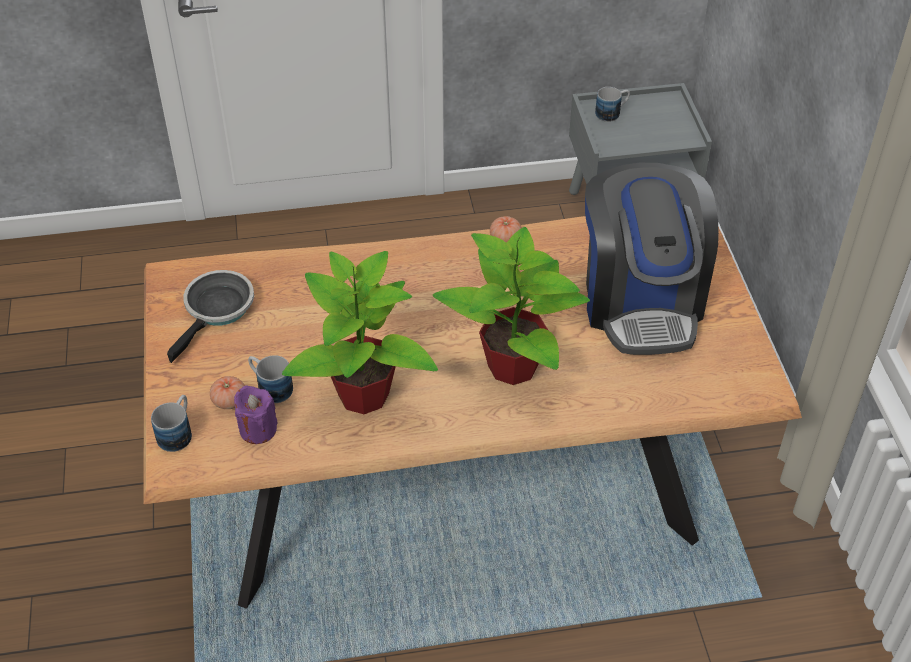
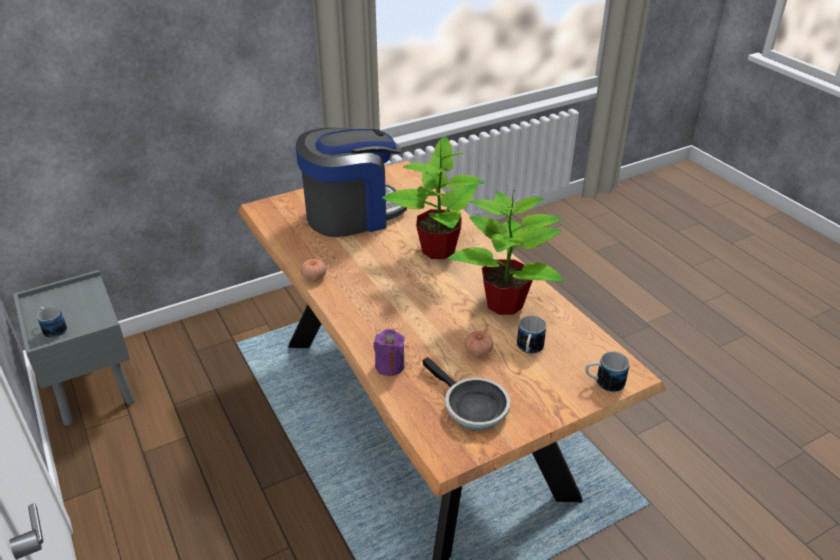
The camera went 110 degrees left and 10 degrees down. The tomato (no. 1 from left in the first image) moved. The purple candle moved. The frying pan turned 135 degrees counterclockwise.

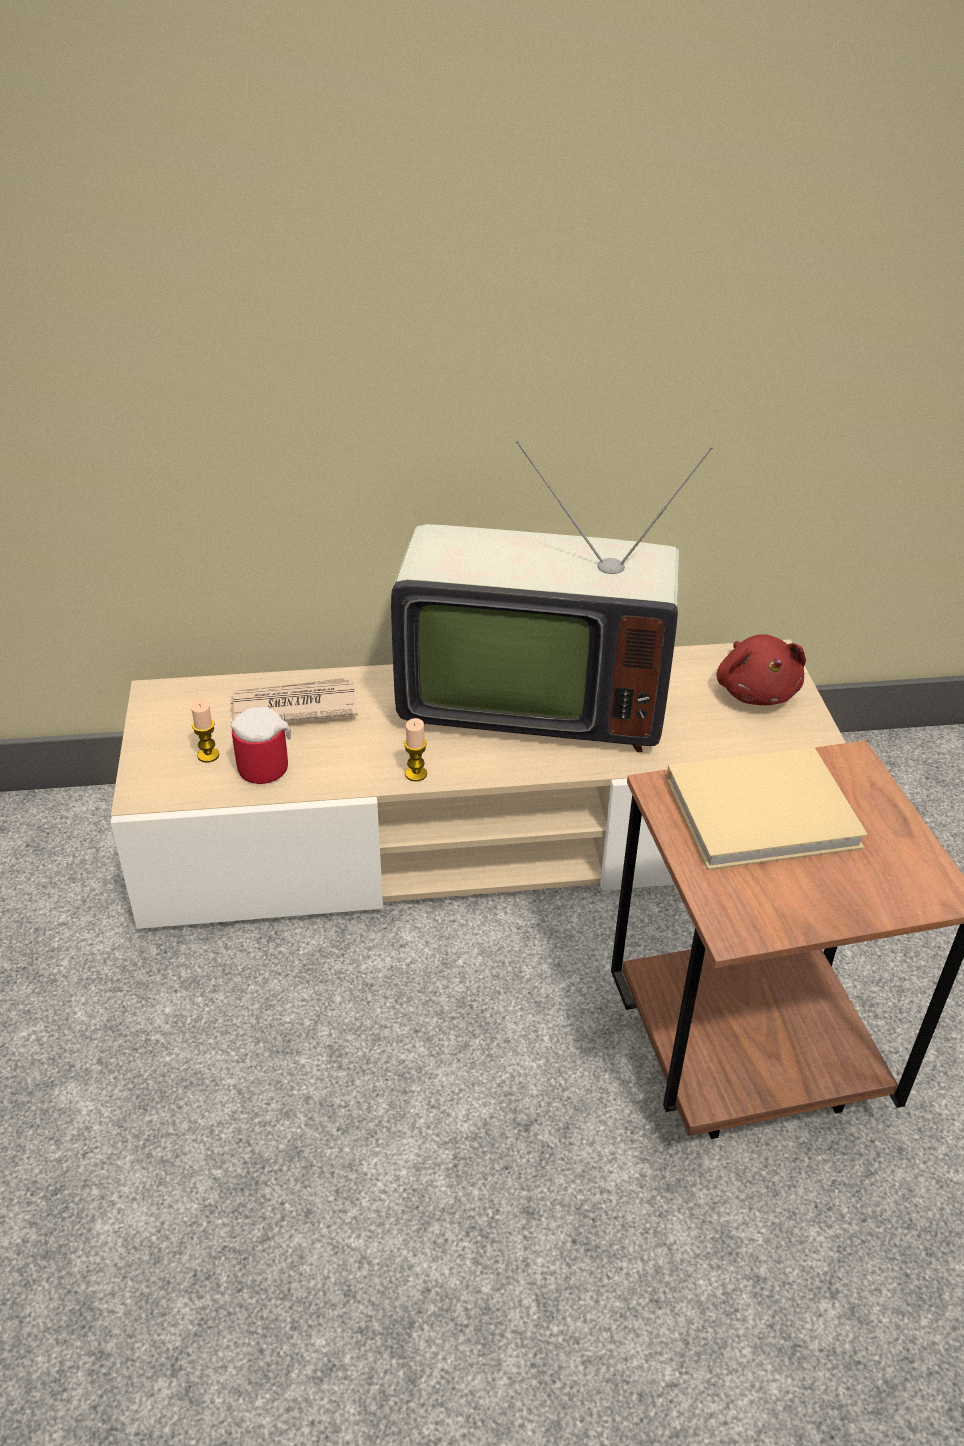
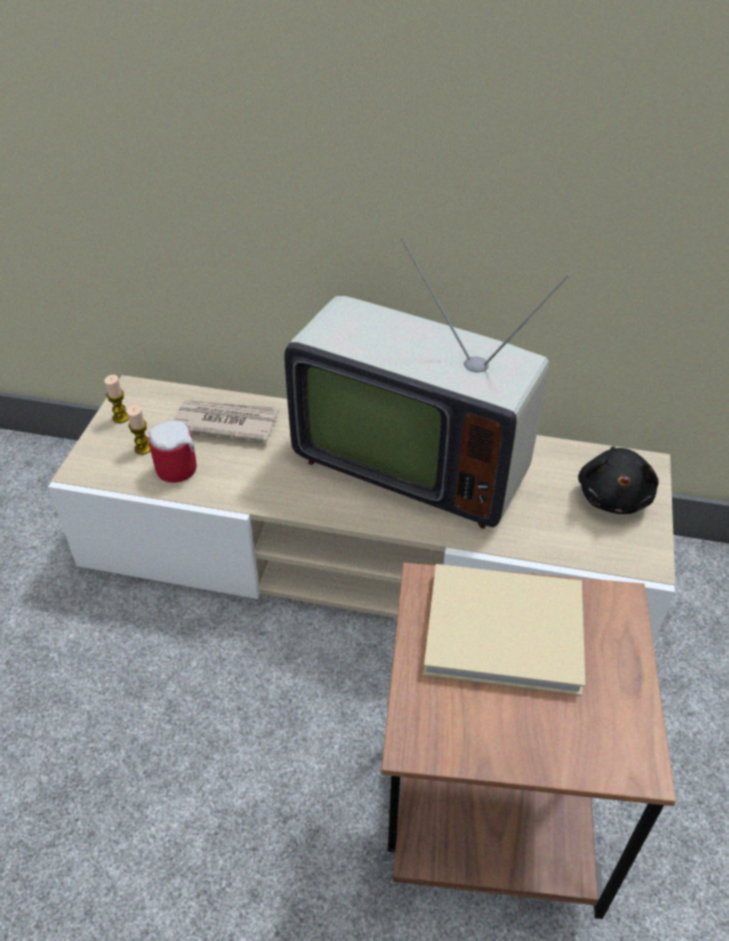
The camera went 20 degrees right and 5 degrees up. The candle (no. 2 from left in the first image) moved. The red plush toy became the black plush toy.

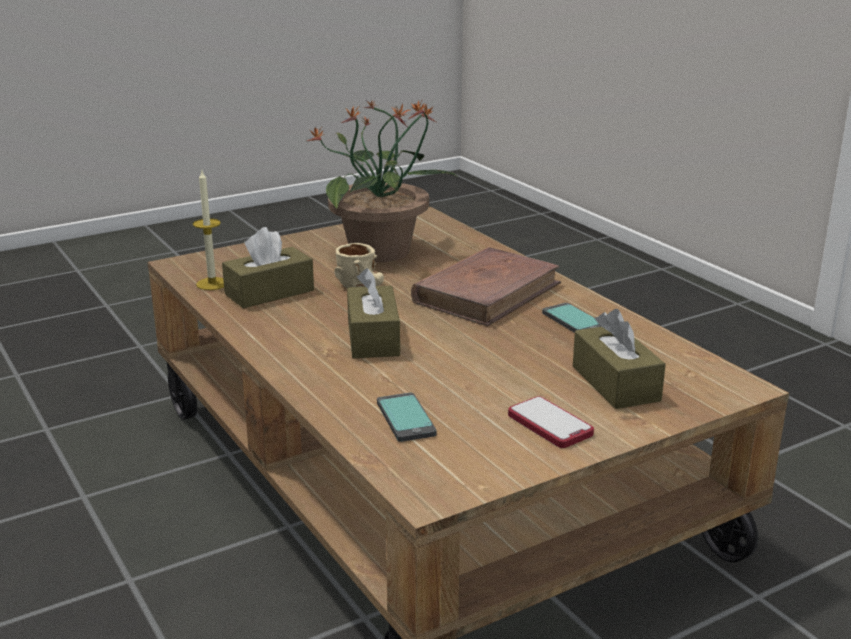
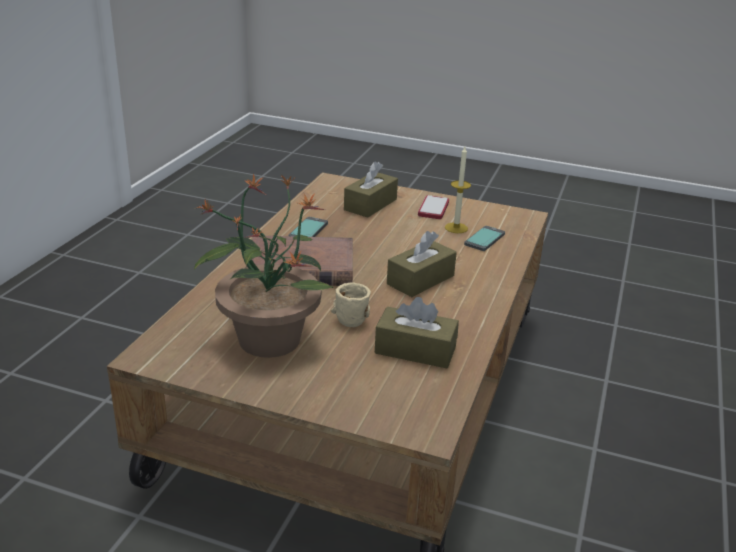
The camera went 130 degrees left and 5 degrees up. The candle moved.

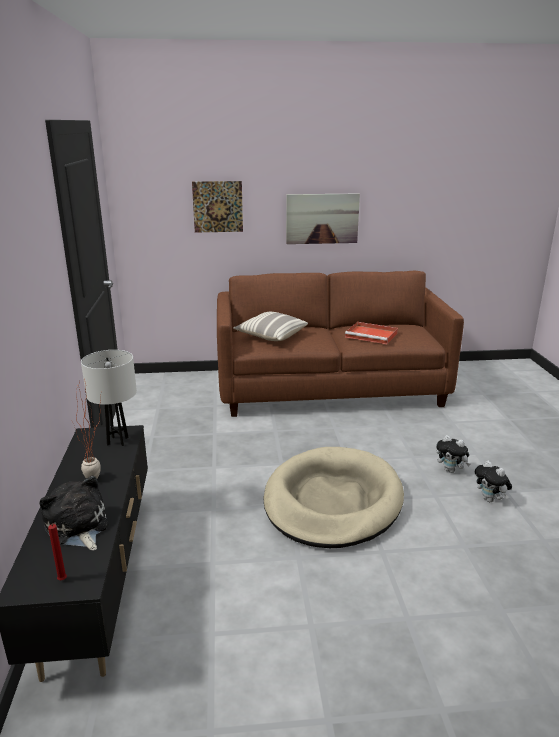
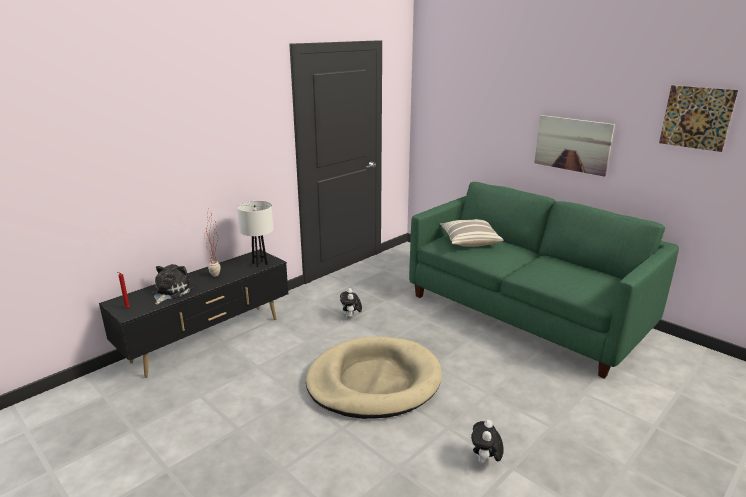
The camera went 50 degrees right and 0 degrees up. The red tray disappeared. The picture (no. 1 from left in the first image) moved. The plush toy (no. 2 from left) moved. The brown sofa became the green sofa.

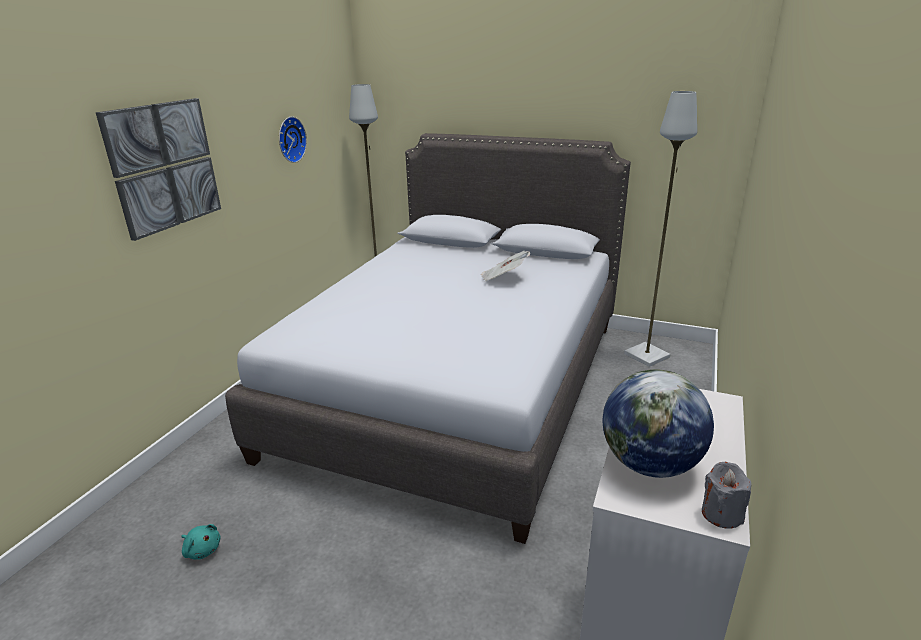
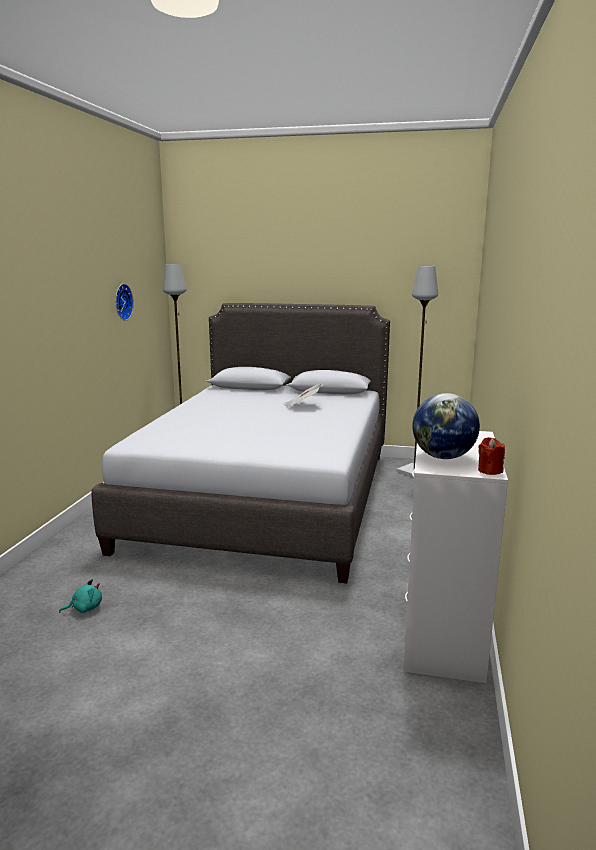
The camera went 10 degrees left and 10 degrees down. The picture disappeared. The grey candle became the red candle. The turquoise plush toy turned 45 degrees counterclockwise.

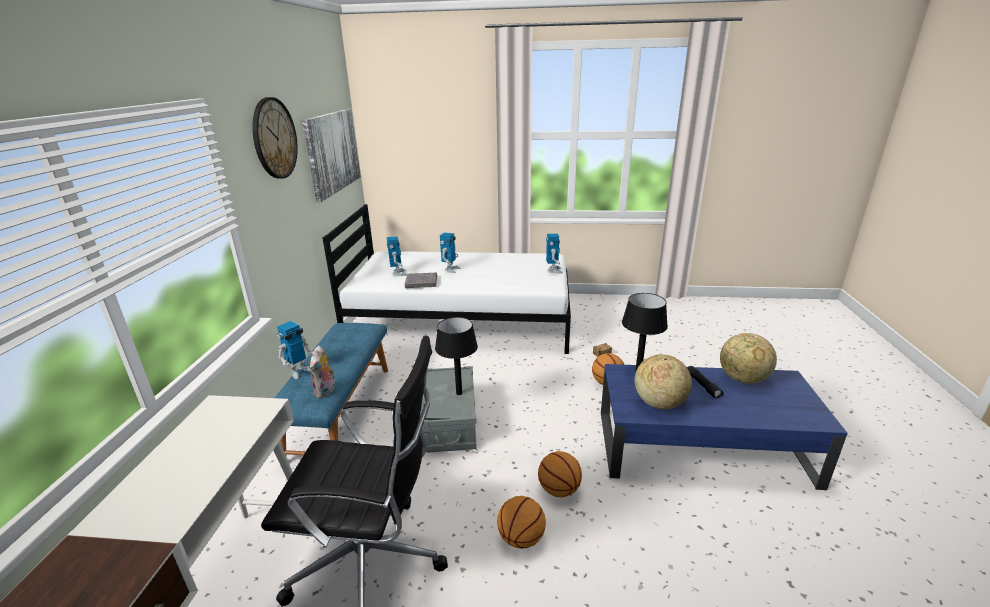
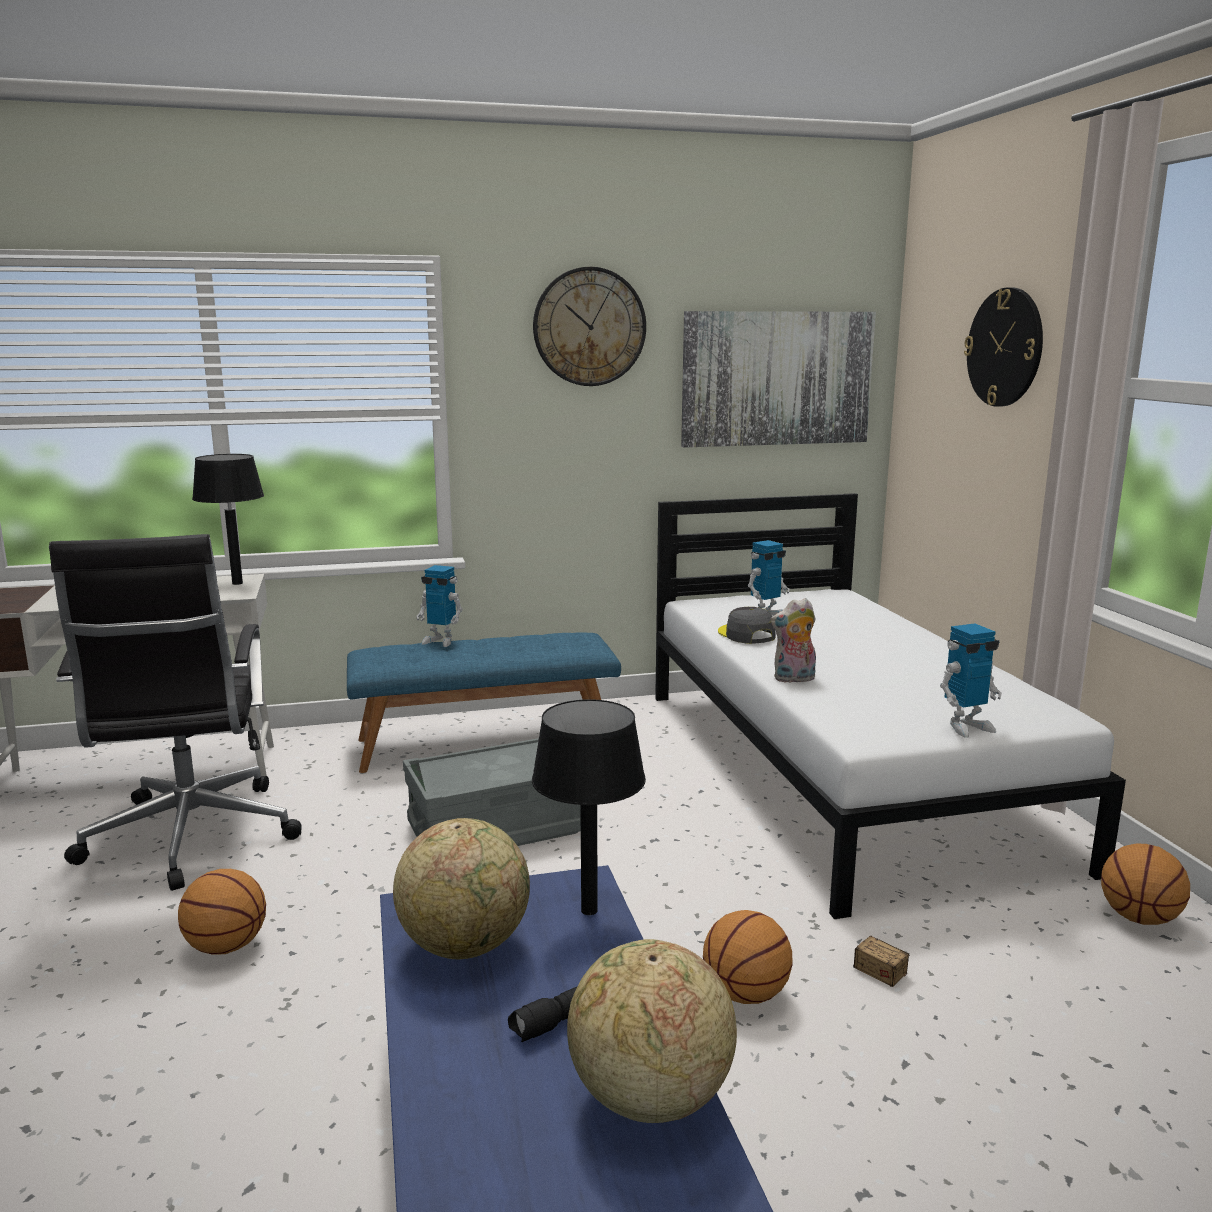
The camera went 70 degrees right and 10 degrees down. The toy robot (no. 3 from left) disappeared. The wall clock (no. 2 from left) appeared. The plush toy moved. The black table lamp (no. 1 from left) moved. The basketball (no. 2 from left in the first image) moved. The grey book was replaced by the grey cap.

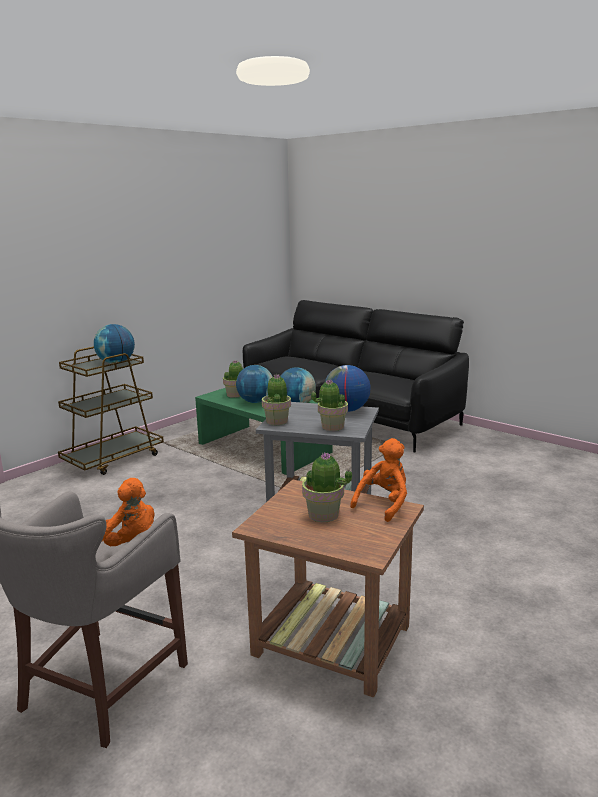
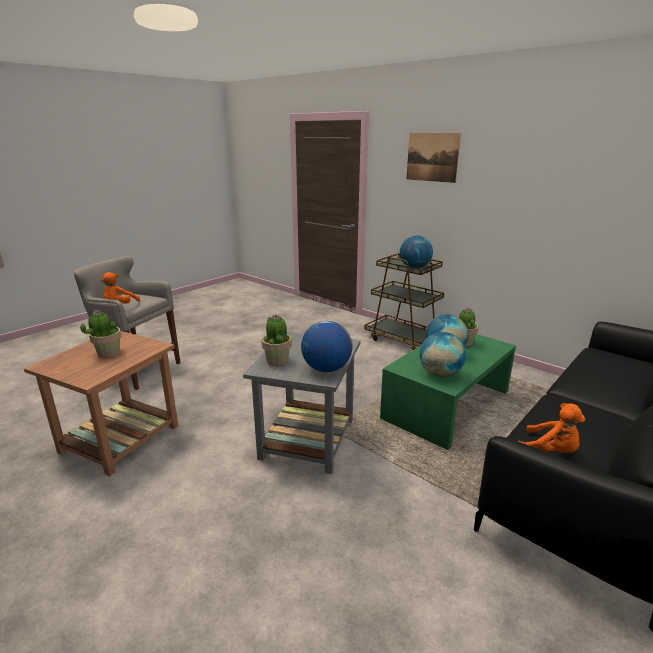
The camera went 90 degrees right and 5 degrees up. The potted plant (no. 2 from left) disappeared. The picture appeared. The orange plush toy (no. 2 from left) moved.

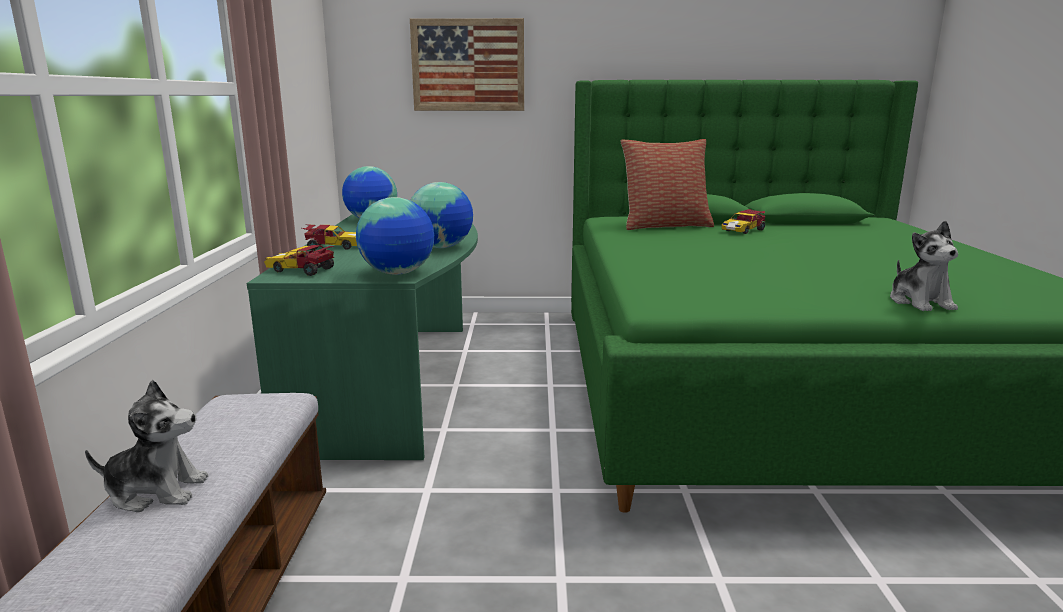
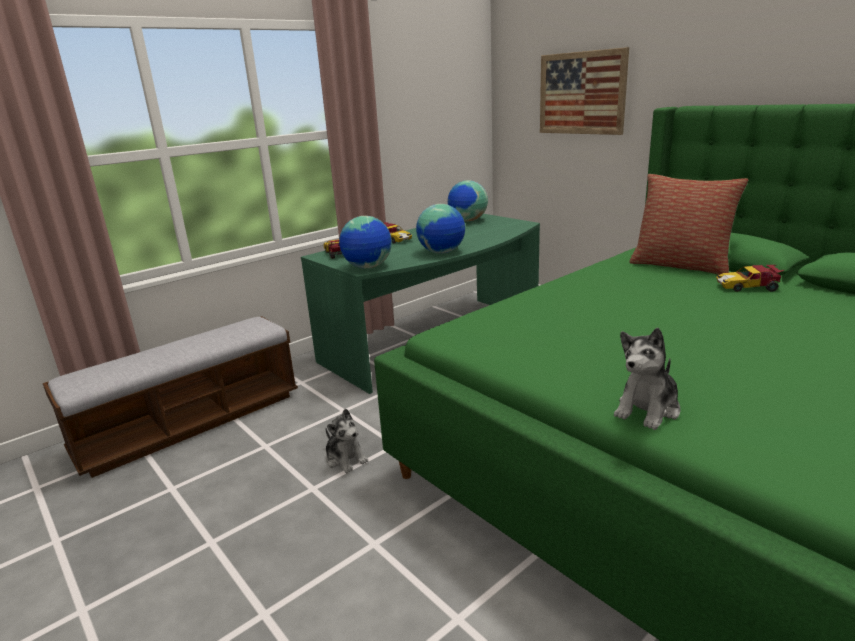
The camera went 50 degrees right and 5 degrees up. The plush toy (no. 1 from left) moved.

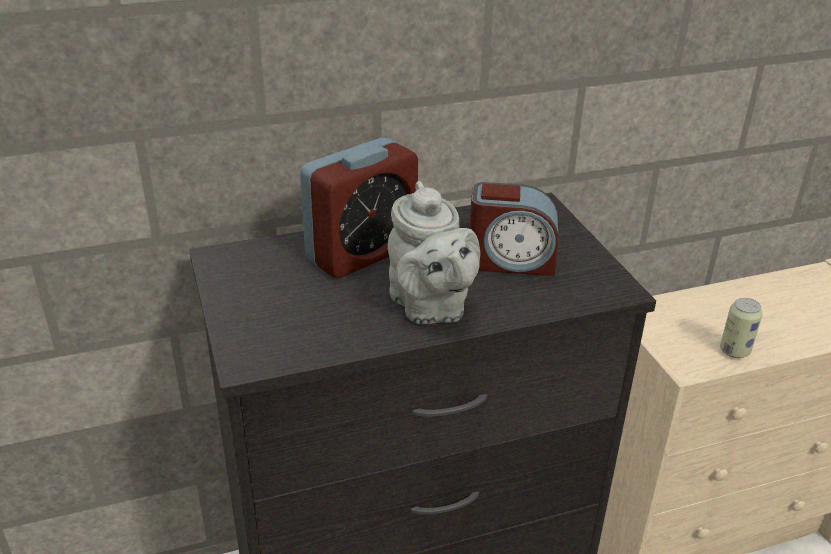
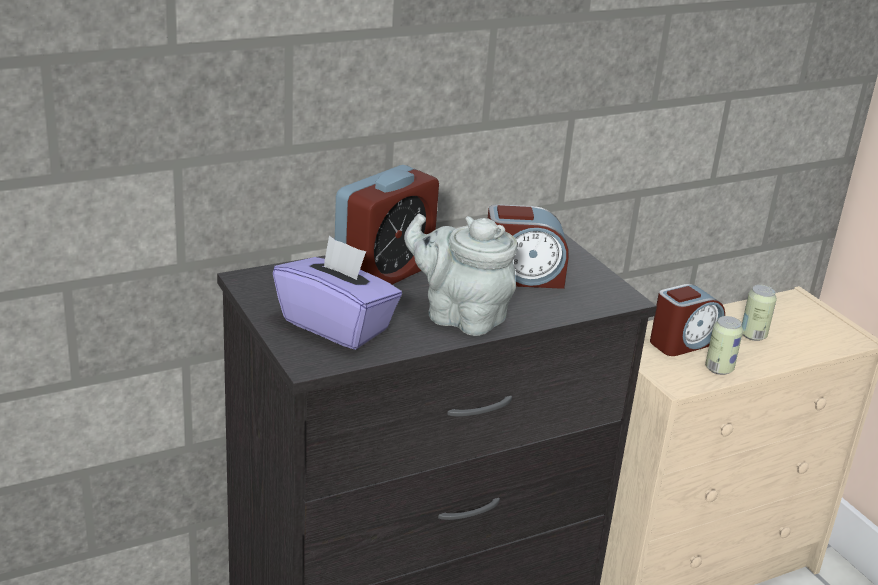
The camera went 10 degrees left and 5 degrees down. The purple tissue box appeared. The alarm clock (no. 3 from left) appeared. The can (no. 2 from left) appeared. The grey teapot turned 150 degrees clockwise.

